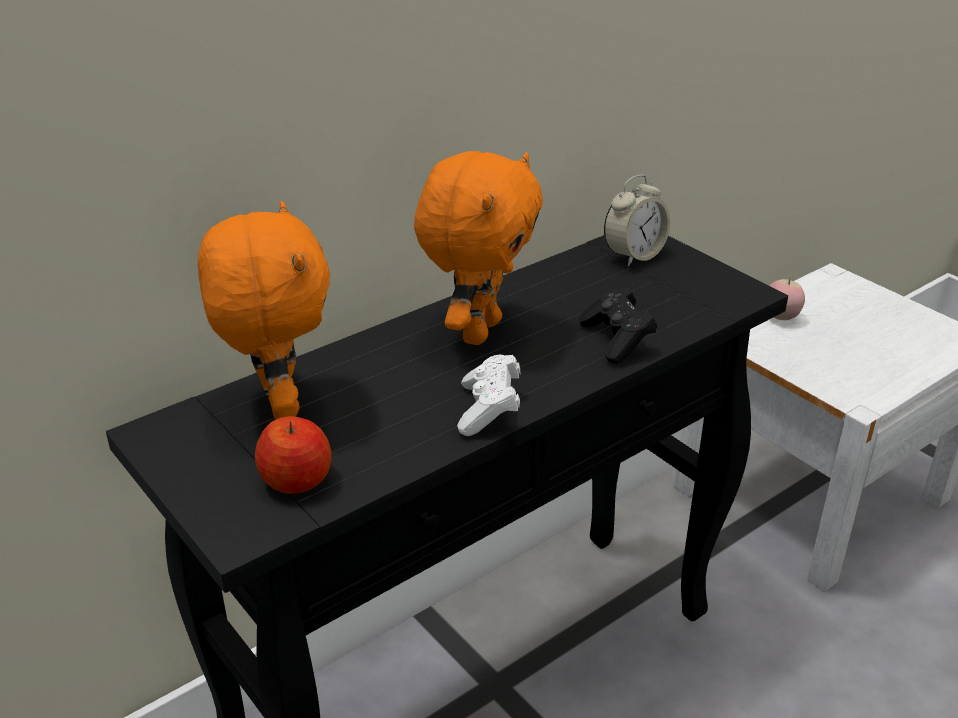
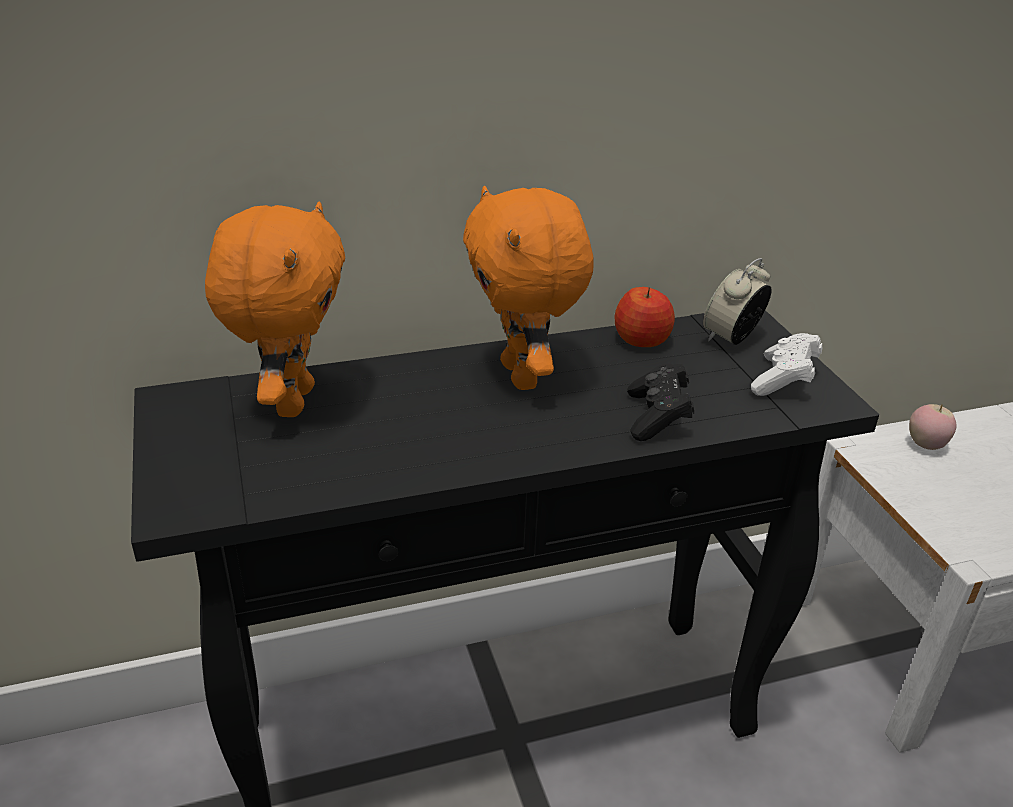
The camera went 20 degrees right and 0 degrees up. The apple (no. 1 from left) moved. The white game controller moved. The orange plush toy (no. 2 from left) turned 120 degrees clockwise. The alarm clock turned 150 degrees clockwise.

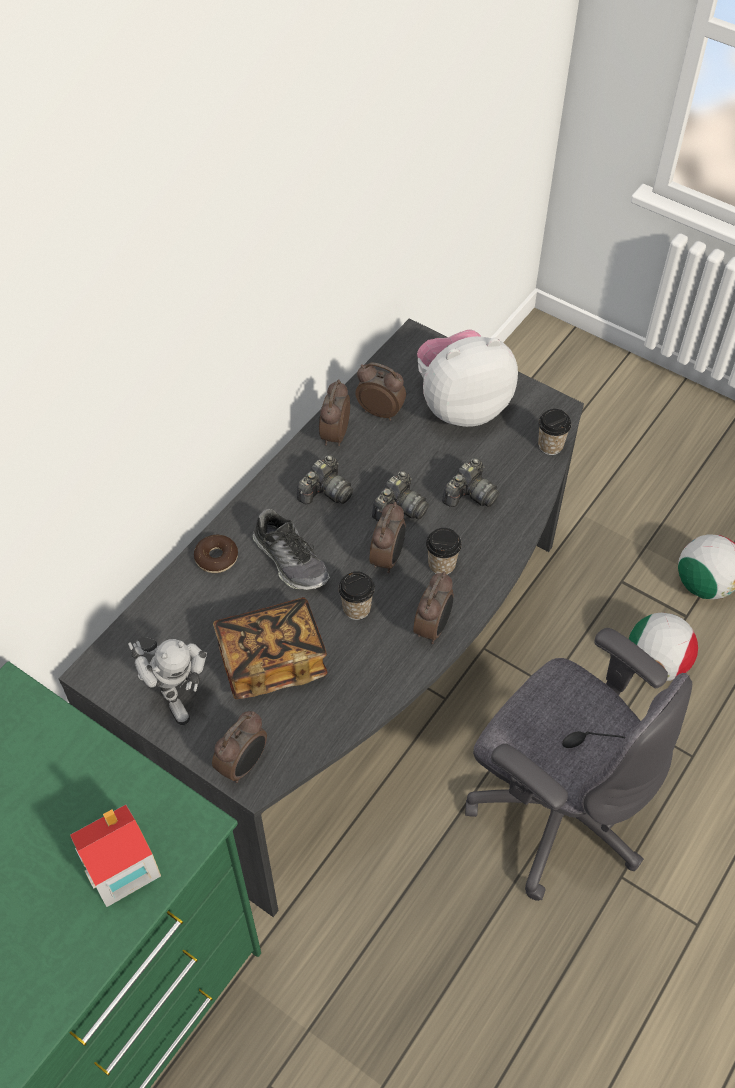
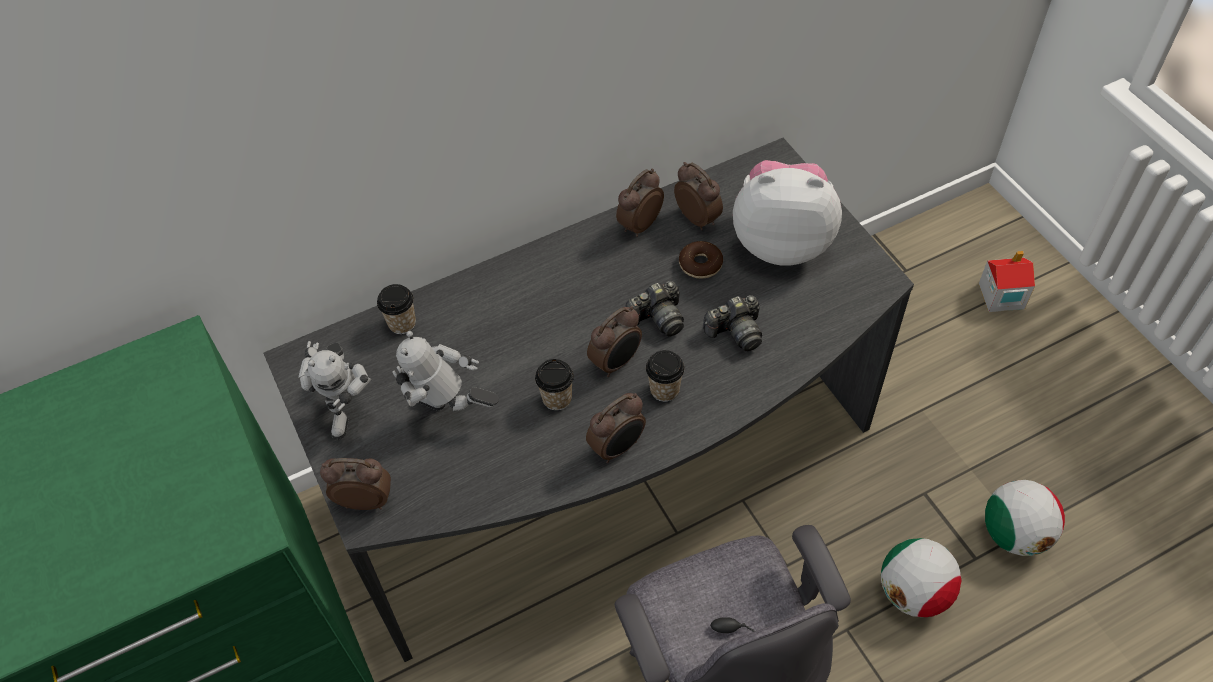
The camera went 30 degrees right and 0 degrees up. The shoe disappeared. The photo camera (no. 1 from left) disappeared. The toy house moved. The donut moved. The cup (no. 3 from left in the first image) moved. The book was replaced by the toy robot (no. 2 from left). The alarm clock (no. 1 from left) turned 150 degrees counterclockwise.

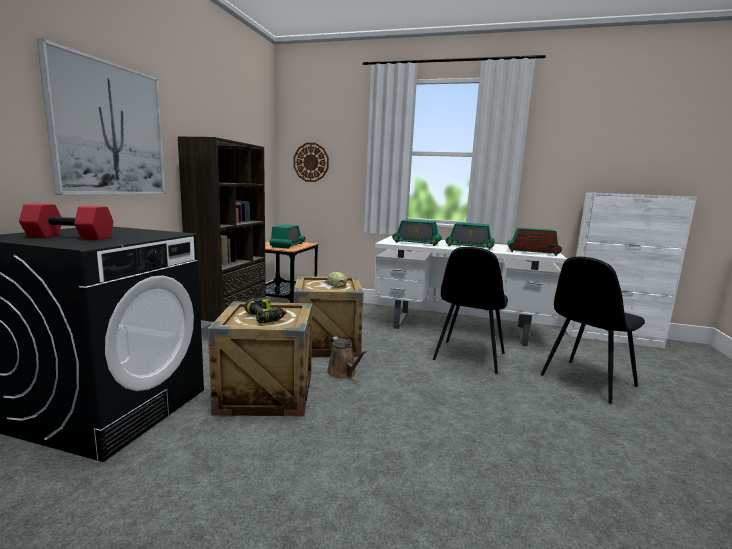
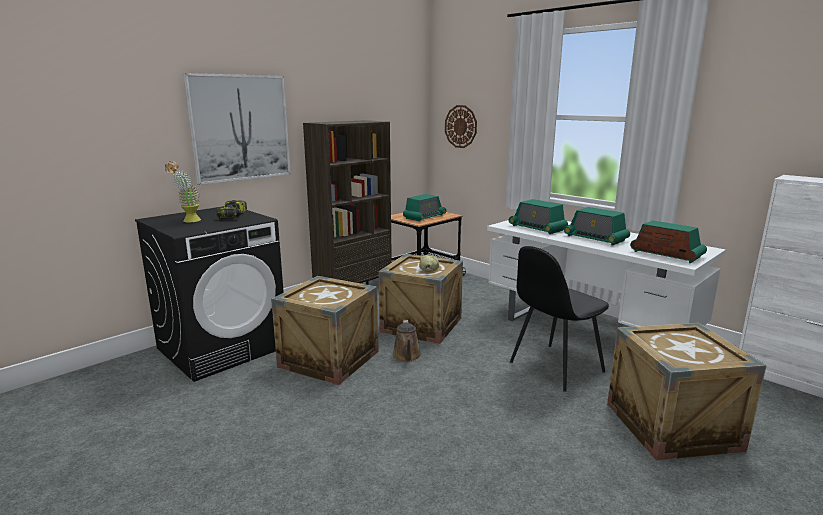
The camera went 30 degrees right and 5 degrees up. The power drill moved. The red dumbbell was replaced by the potted plant. The black chair (no. 2 from left) was replaced by the crate (no. 3 from left).

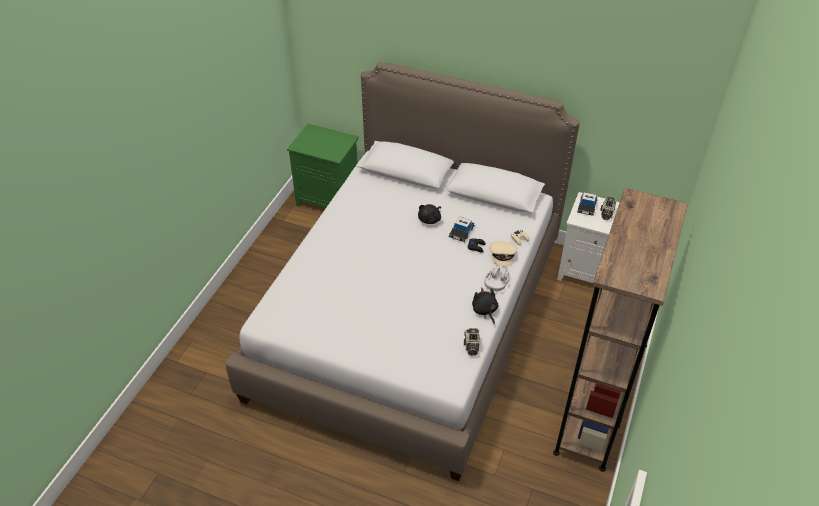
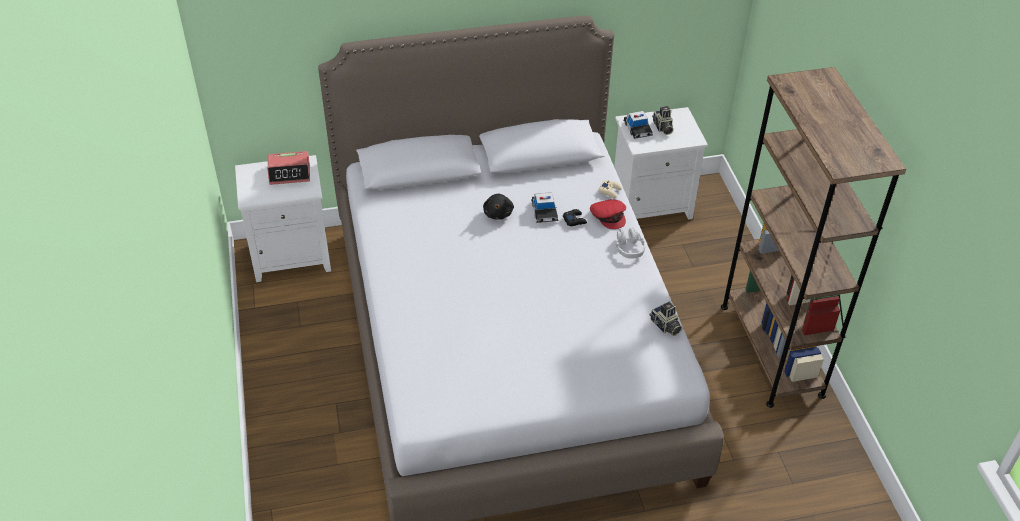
The camera went 35 degrees left and 0 degrees up. The black plush toy (no. 2 from left) disappeared. The alarm clock appeared. The green nightstand became the white nightstand (no. 1 from left). The beige cap became the red cap.

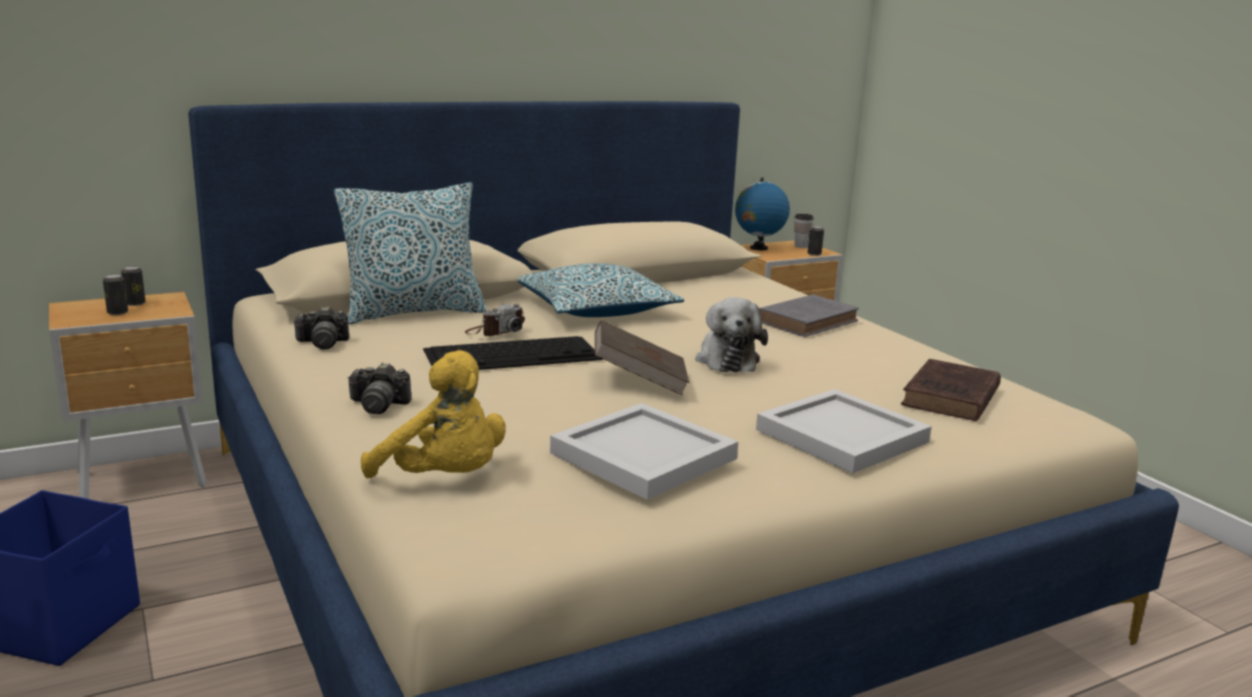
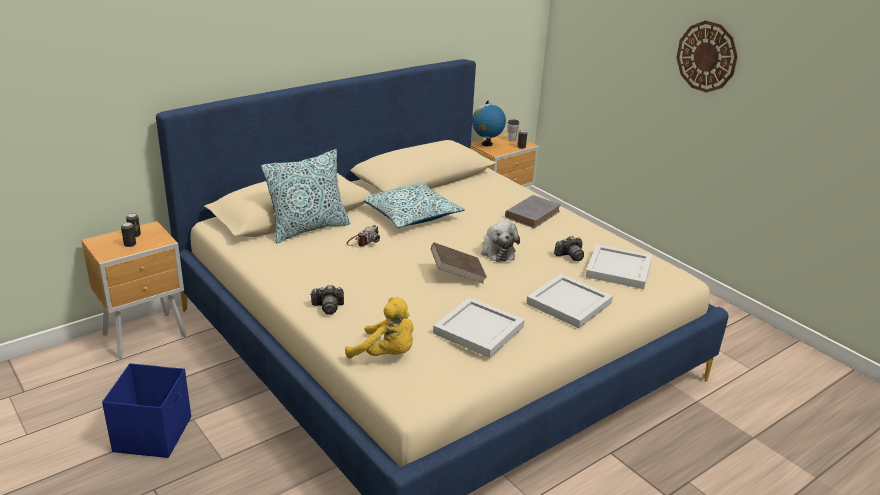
The camera went 10 degrees left and 10 degrees up. The keyboard disappeared. The wall clock appeared. The photo camera (no. 1 from left in the first image) moved. The brown book (no. 2 from left) was replaced by the white tray (no. 3 from left).

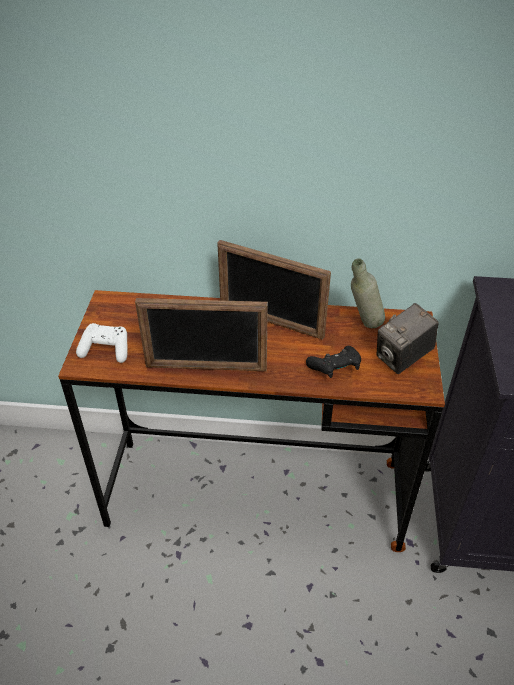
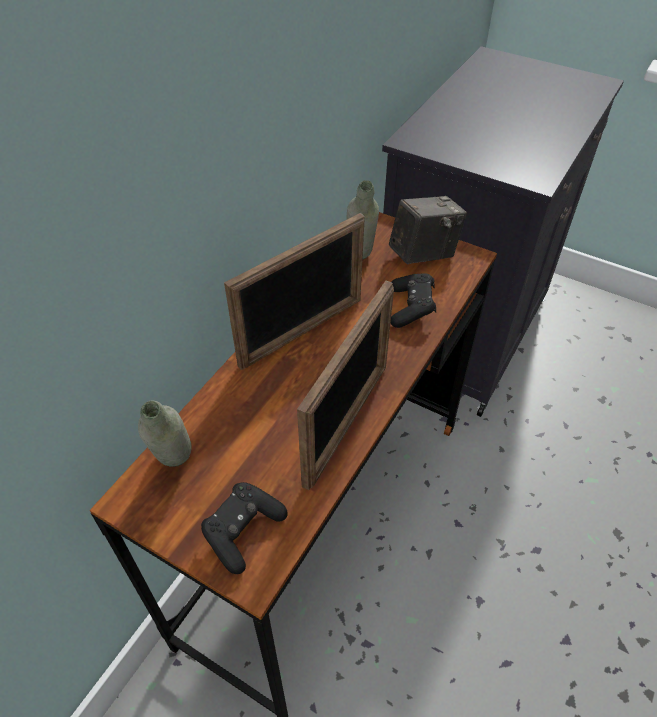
The camera went 65 degrees left and 5 degrees up. The grey bottle (no. 1 from left) appeared. The white game controller became the black game controller (no. 1 from left). The photo camera turned 105 degrees counterclockwise.

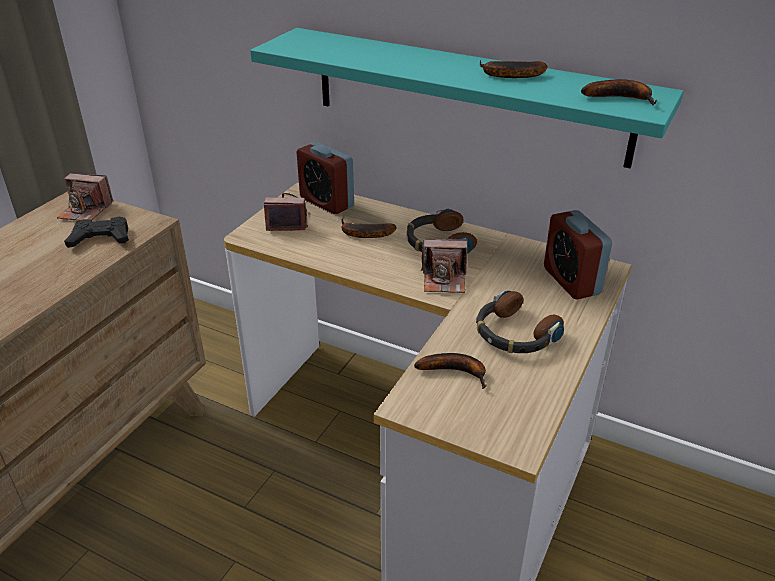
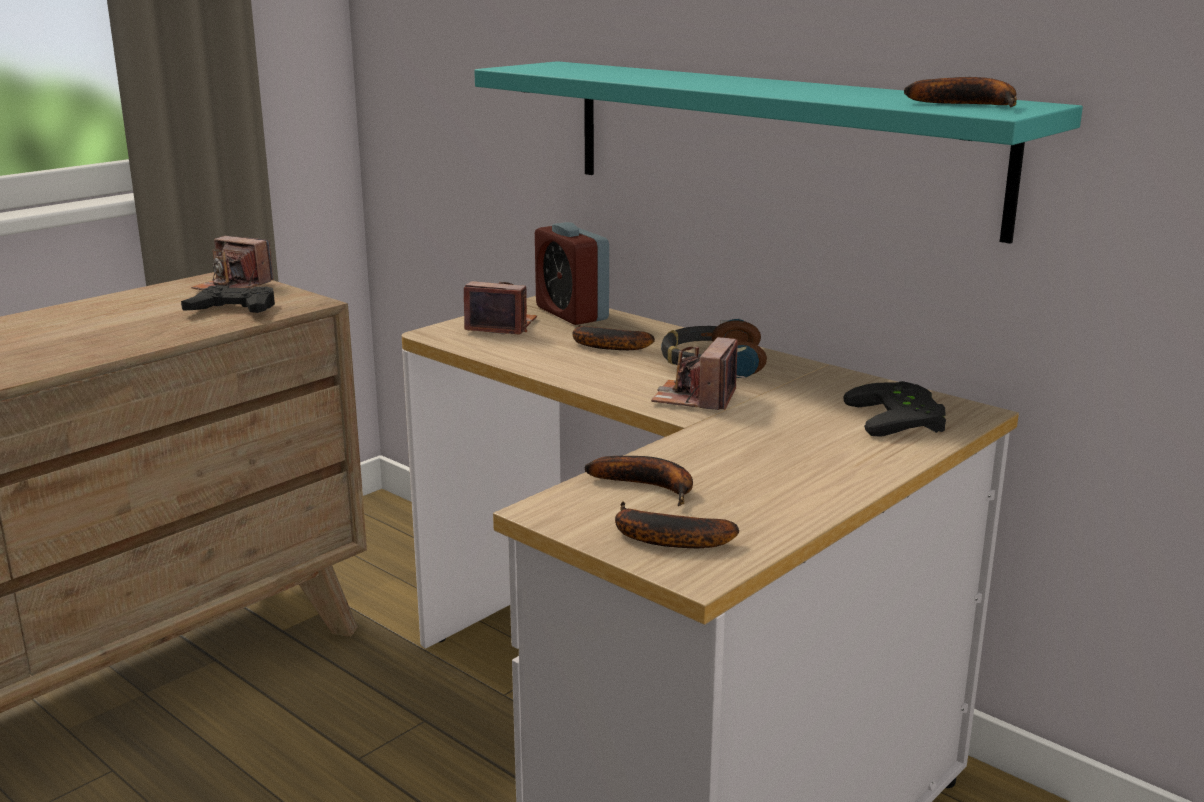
The camera went 15 degrees right and 15 degrees down. The headphones (no. 2 from left) disappeared. The banana (no. 3 from left) moved. The alarm clock (no. 2 from left) was replaced by the black game controller (no. 2 from left). The photo camera (no. 3 from left) turned 90 degrees clockwise.

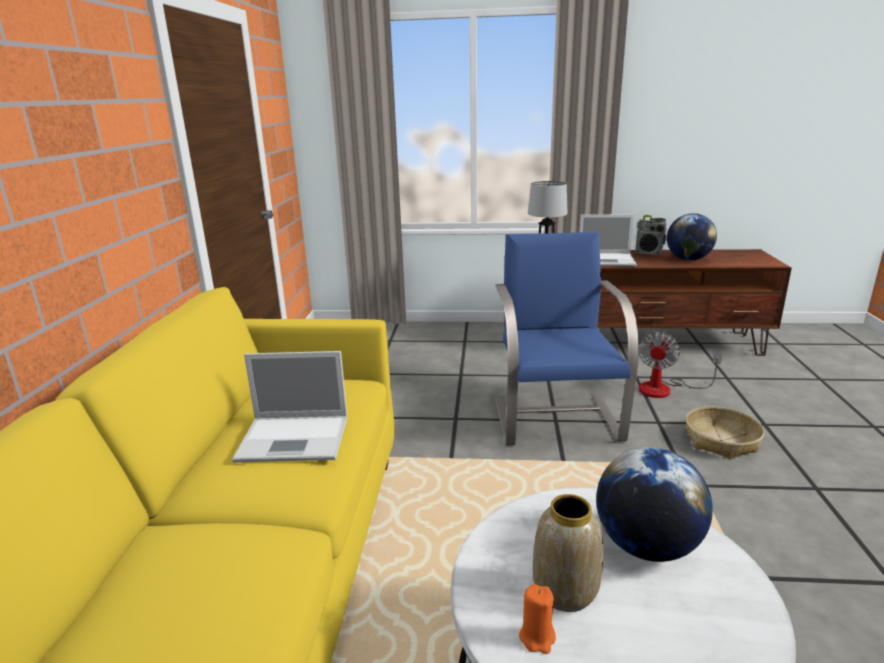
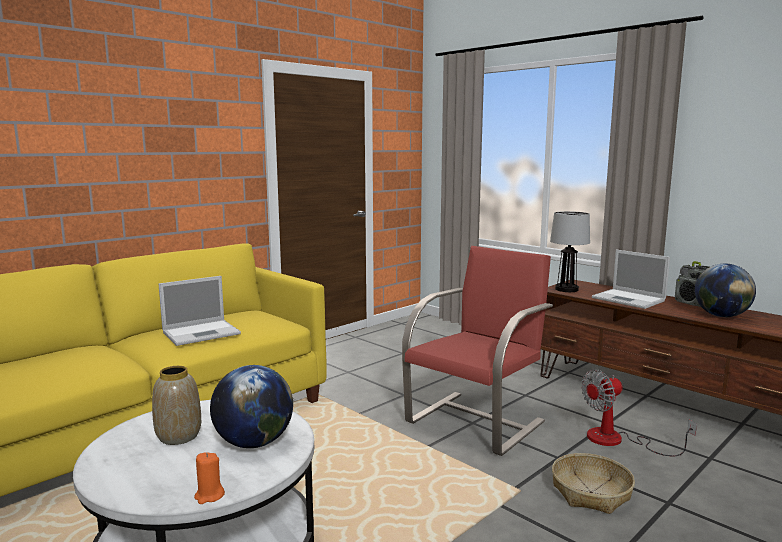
The camera went 40 degrees right and 10 degrees down. The orange candle moved. The blue armchair became the red armchair. The laptop (no. 1 from left) turned 75 degrees counterclockwise.

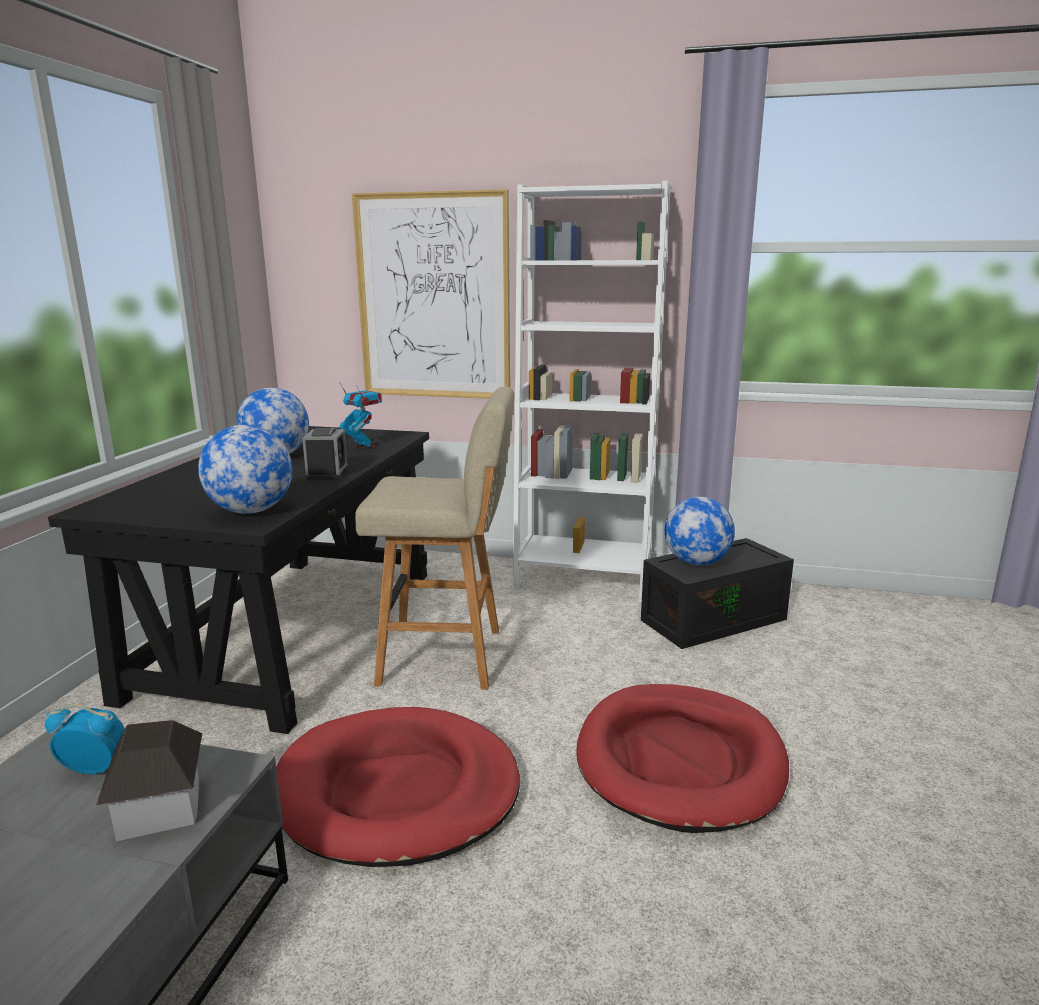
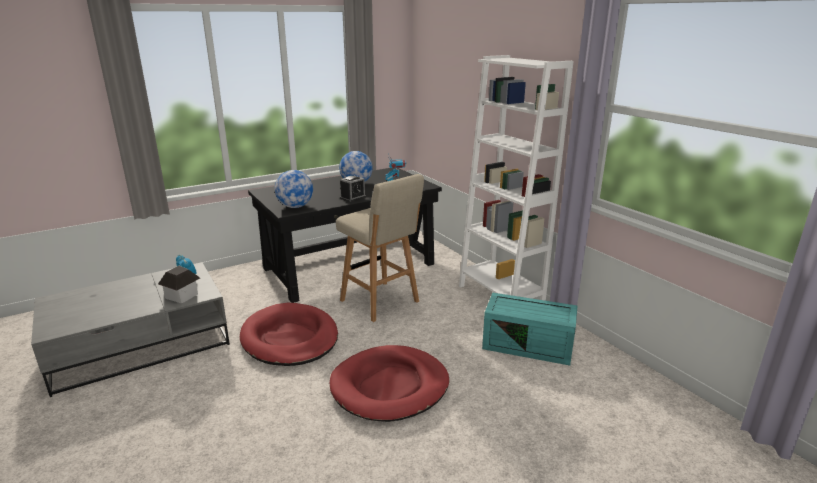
The camera went 45 degrees right and 5 degrees up. The picture disappeared. The globe (no. 3 from left) disappeared. The black storage box became the turquoise storage box.

